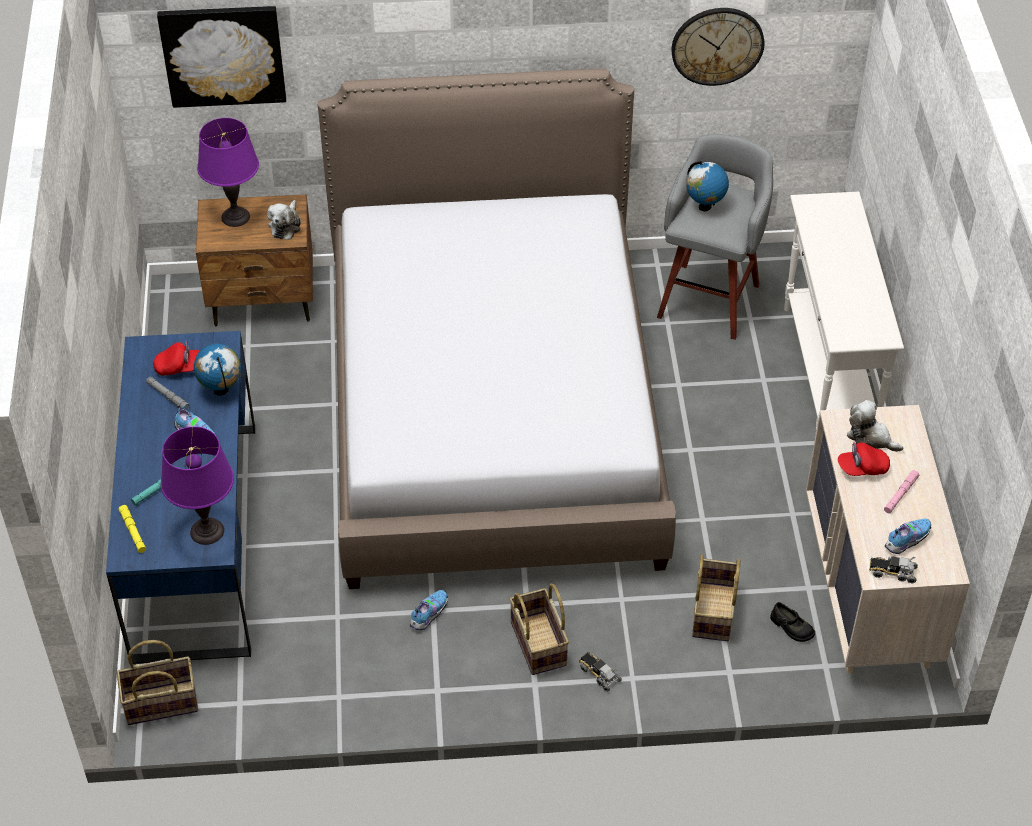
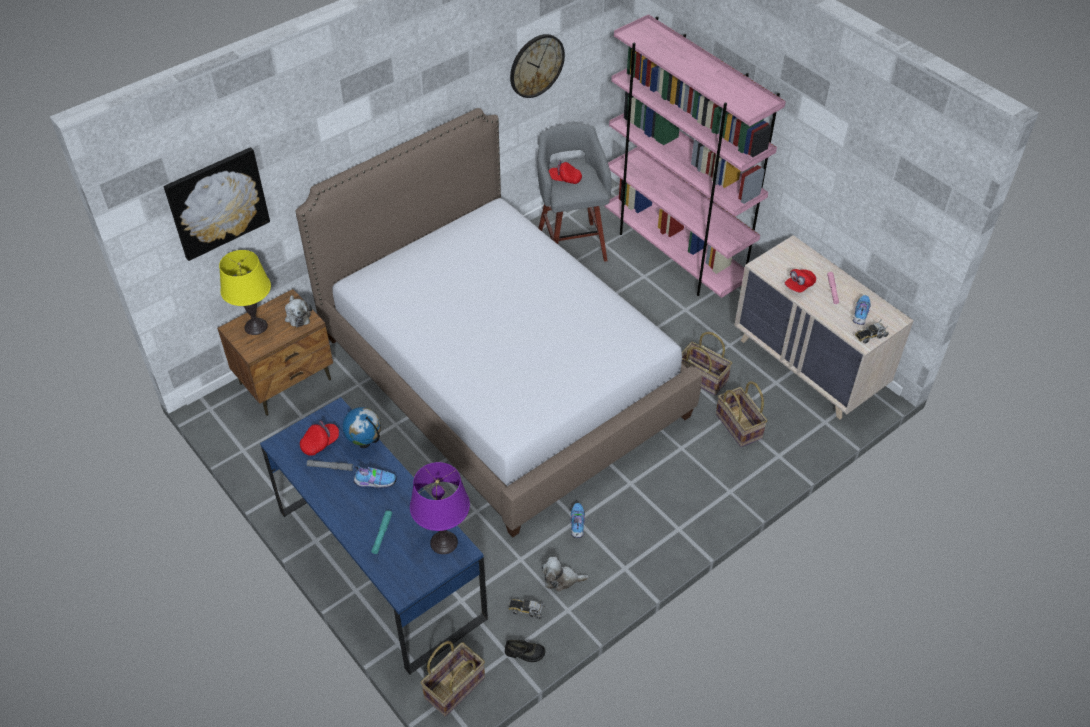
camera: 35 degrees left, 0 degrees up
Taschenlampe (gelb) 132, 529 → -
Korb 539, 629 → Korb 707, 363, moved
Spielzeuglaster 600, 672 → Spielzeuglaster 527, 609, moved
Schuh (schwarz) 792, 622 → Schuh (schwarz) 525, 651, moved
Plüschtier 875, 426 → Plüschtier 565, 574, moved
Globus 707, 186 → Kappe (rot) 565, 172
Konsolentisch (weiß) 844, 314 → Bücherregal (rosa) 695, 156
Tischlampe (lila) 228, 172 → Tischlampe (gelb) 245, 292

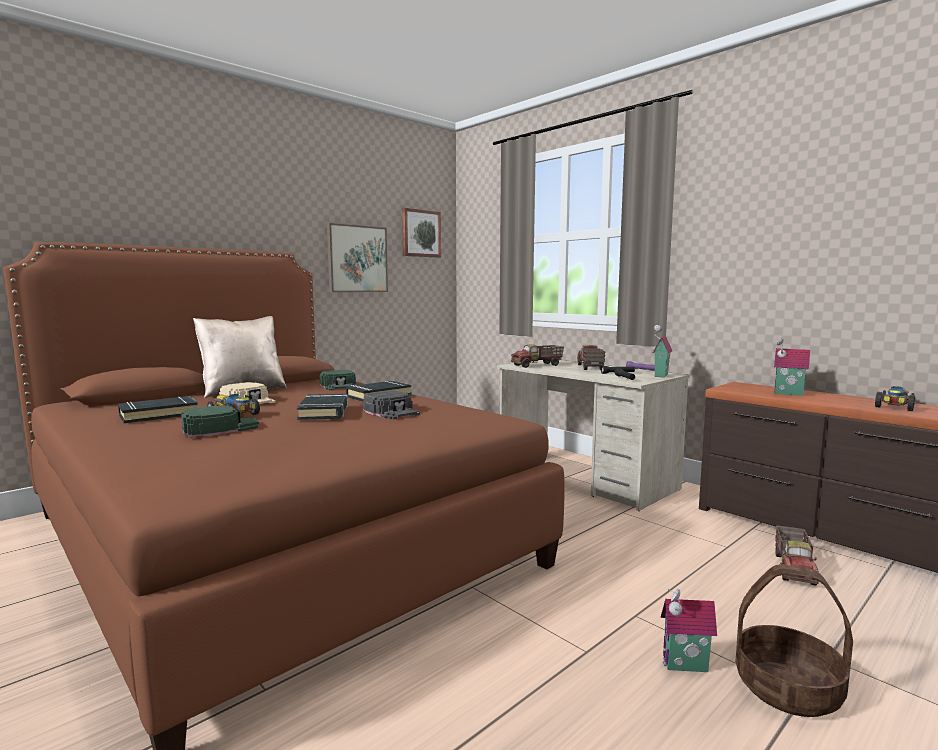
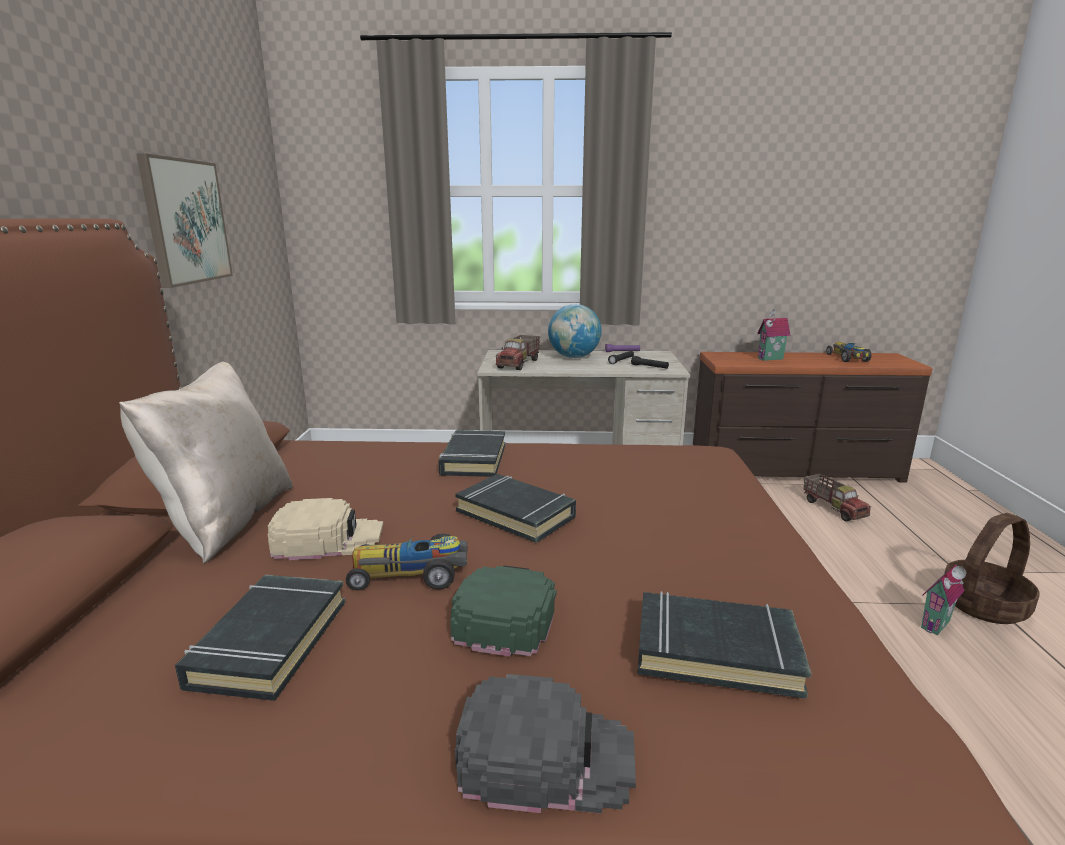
camera: 45 degrees left, 10 degrees up
Kappe (grün) 338, 380 → -
Bild 421, 233 → -
Spielzeughaus 662, 351 → -
- → Buch (schwarz) 724, 645
Kappe (schwarz) 391, 404 → Kappe (schwarz) 545, 744, moved
Spielzeuglaster 591, 357 → Globus 575, 331

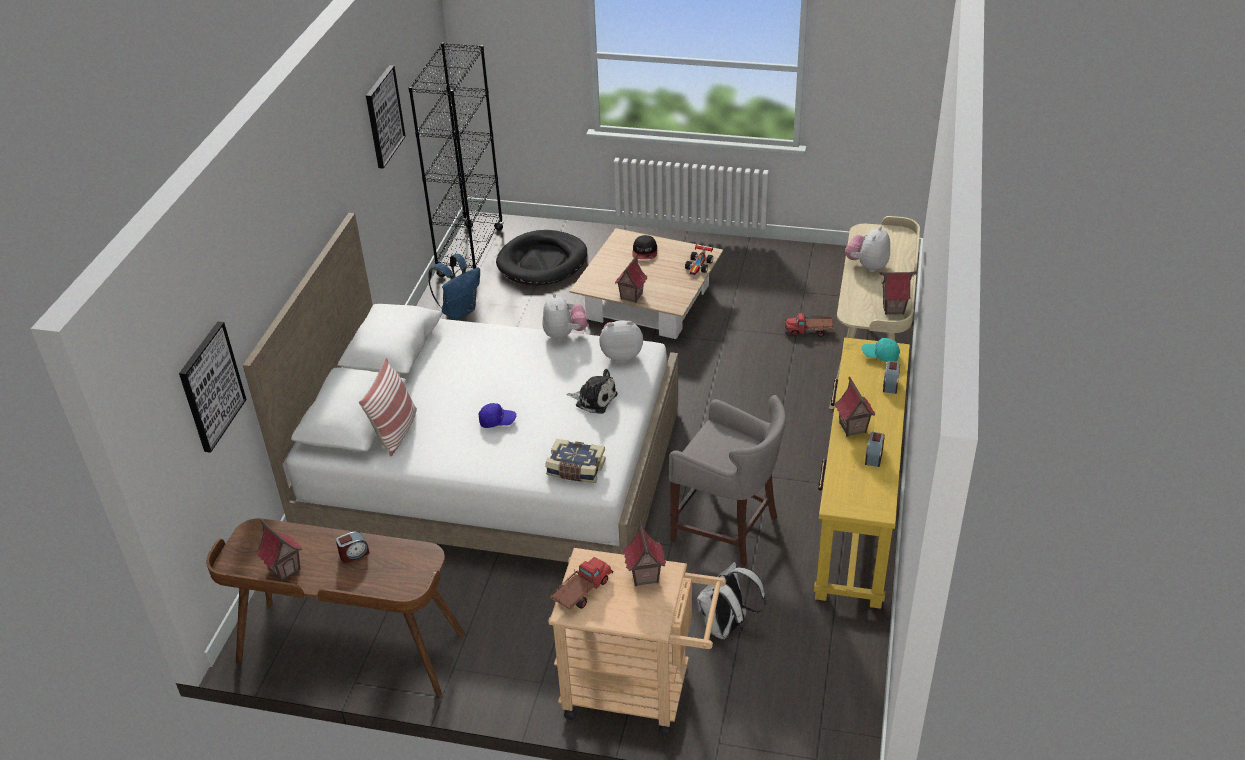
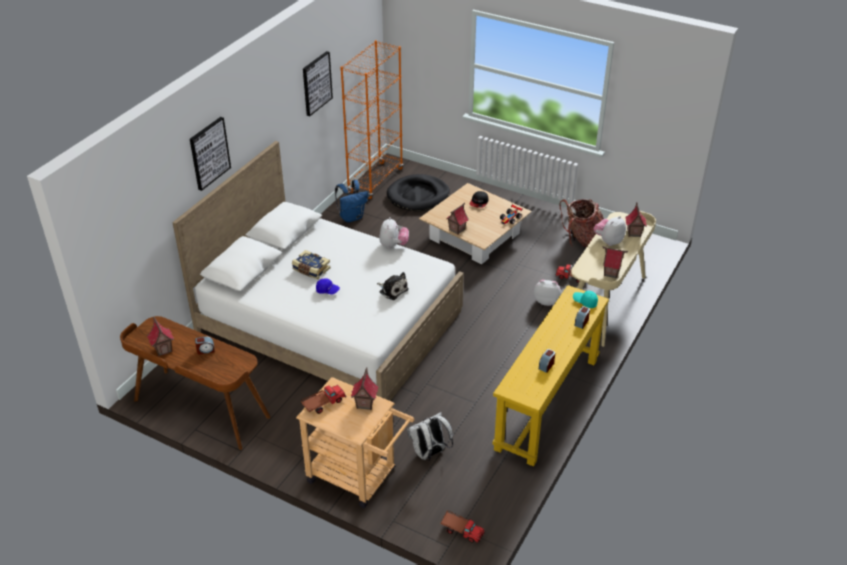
camera: 15 degrees right, 0 degrees up
Kissen 388, 407 → -
Hocker (grau) 727, 480 → -
- → Spielzeuglaster 462, 526
- → Rucksack 581, 223
Bild 212, 387 → Bild 210, 154, moved
Buch 575, 461 → Buch 311, 264, moved
Plüschtier 621, 341 → Plüschtier 547, 293, moved
Spielzeughaus 855, 406 → Spielzeughaus 636, 219, moved
Bücherregal (schwarz) 456, 159 → Bücherregal (orange) 371, 119

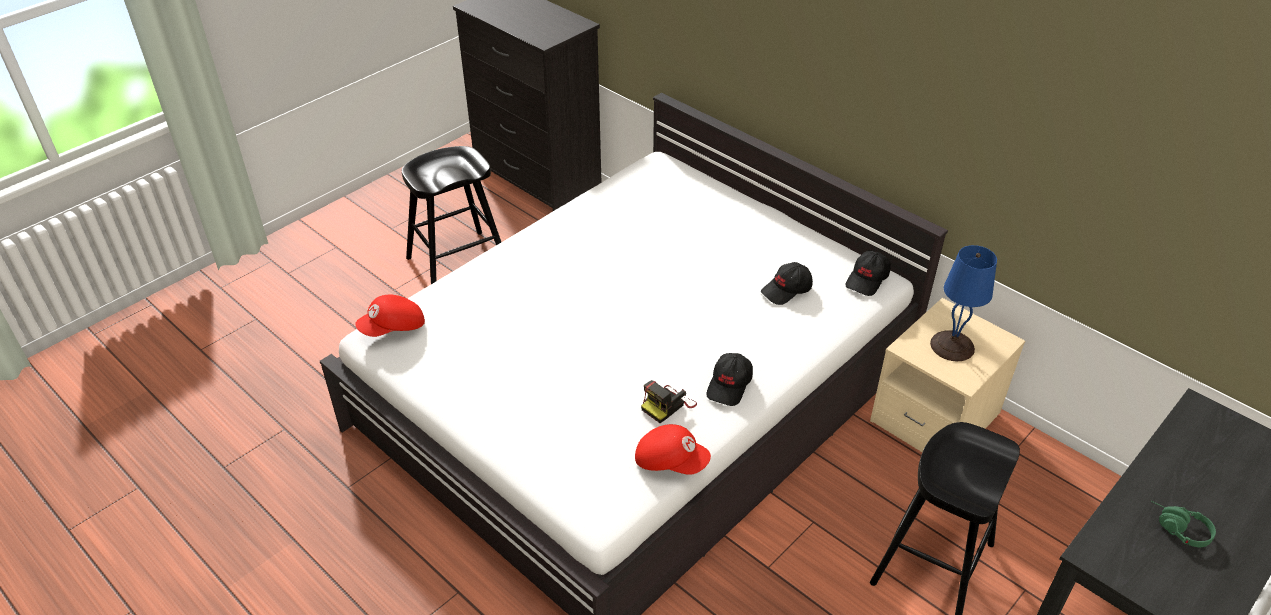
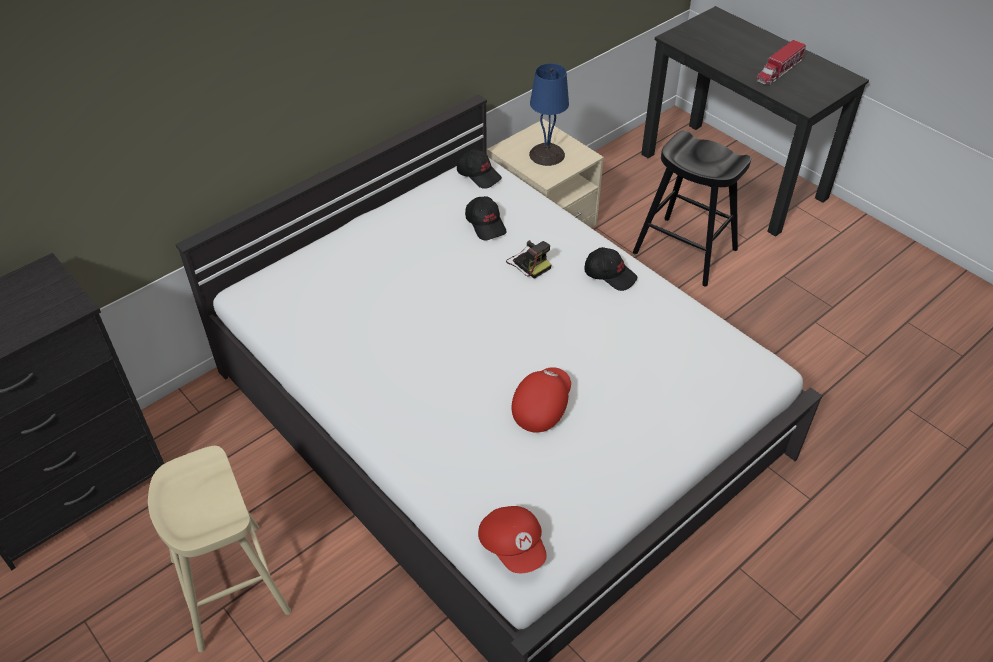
camera: 85 degrees left, 5 degrees up
Kappe (rot) 673, 449 → Kappe (rot) 541, 400, moved
Kamera 669, 401 → Kamera 529, 259, moved
Kopfhörer (grün) 1183, 524 → Spielzeuglaster 781, 63
Hocker (schwarz) 451, 215 → Hocker (beige) 219, 549

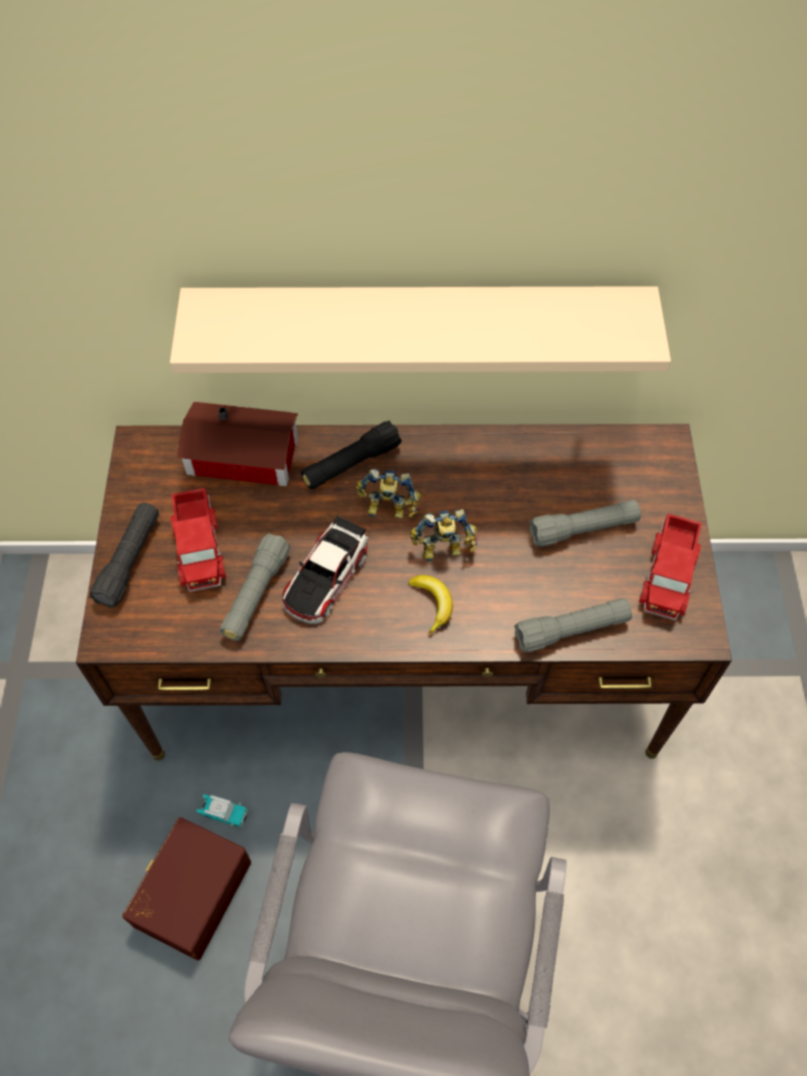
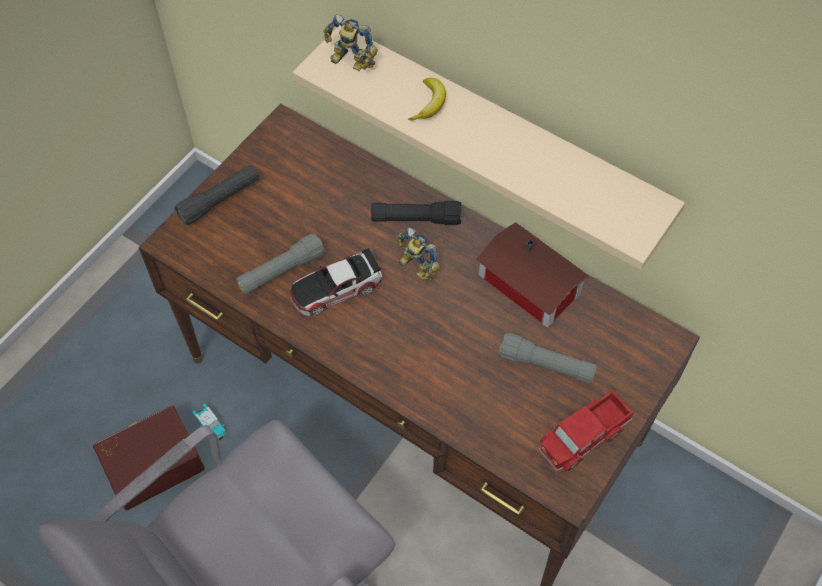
camera: 35 degrees right, 0 degrees up
Spielzeuglaster 198, 540 → -
Taschenlampe (grau) 573, 625 → -
Spielzeughaus 237, 444 → Spielzeughaus 532, 275, moved
Banane 431, 604 → Banane 427, 99, moved
Spielzeugroboter 443, 535 → Spielzeugroboter 350, 42, moved

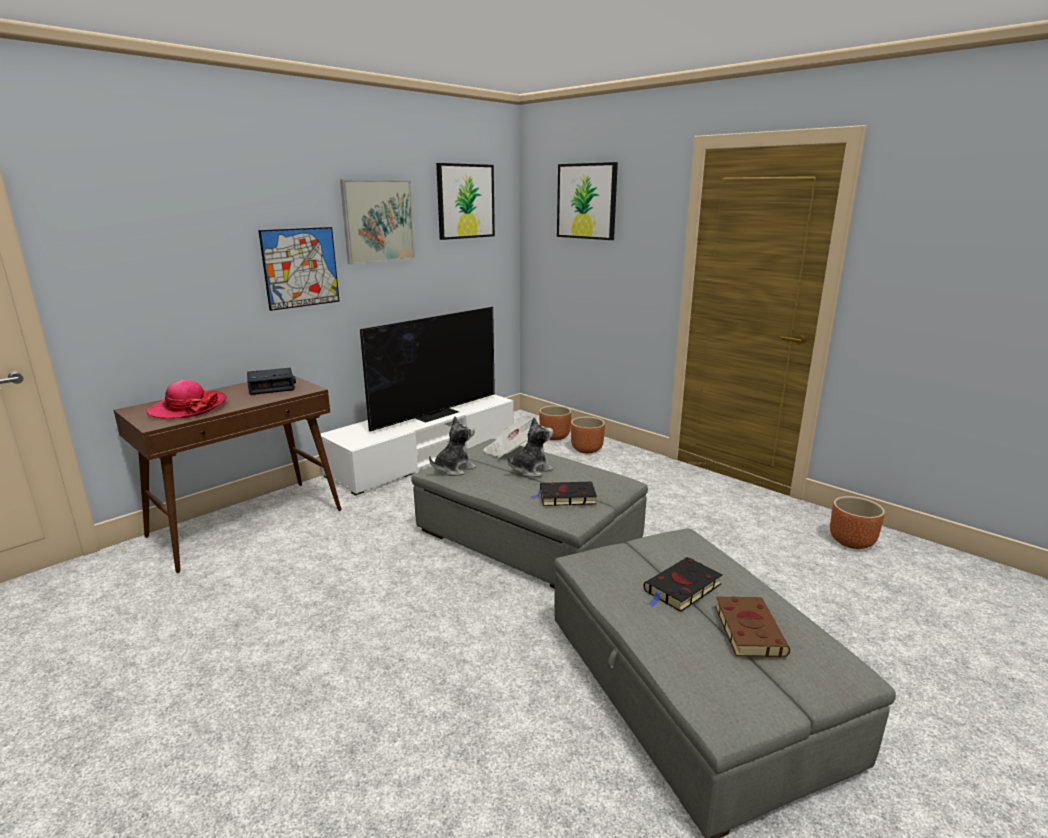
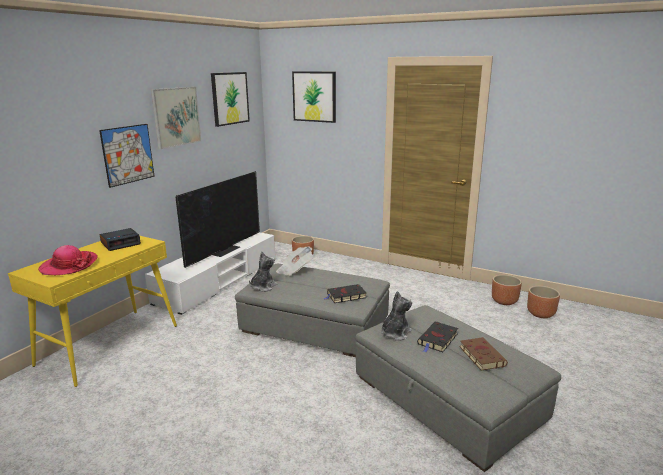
camera: 15 degrees left, 0 degrees up
Plüschtier 530, 447 → Plüschtier 396, 316, moved
Pflanzkübel (braun) 588, 435 → Pflanzkübel (braun) 543, 302, moved
Konsolentisch (braun) 227, 474 → Konsolentisch (gelb) 92, 311

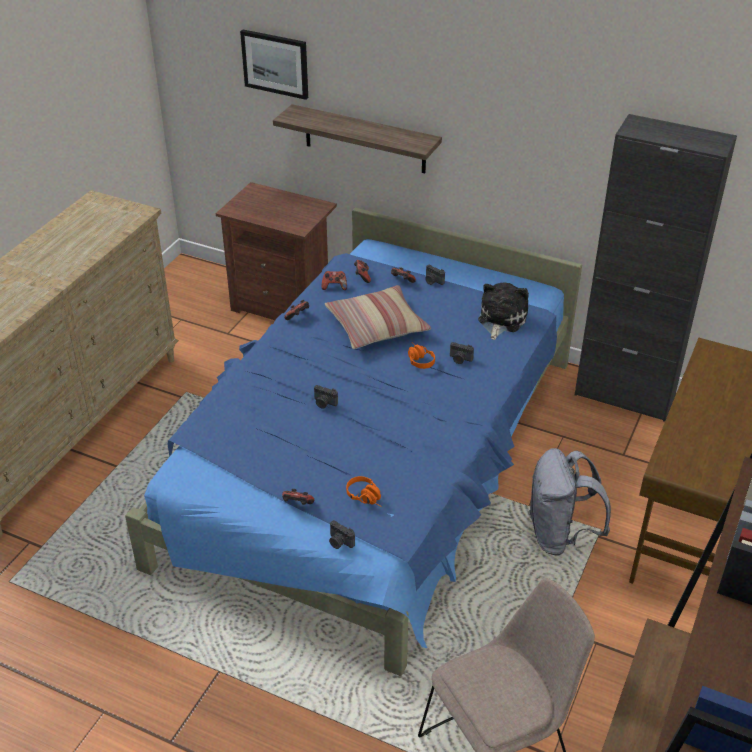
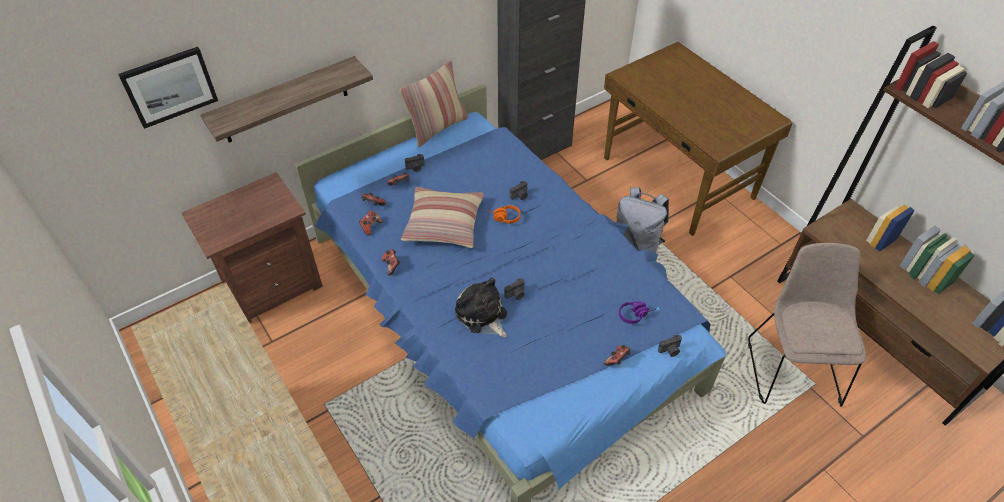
camera: 60 degrees left, 10 degrees up
- → Kissen 433, 104
Plüschtier 503, 311 → Plüschtier 481, 307, moved
Kopfhörer (orange) 364, 491 → Kopfhörer (lila) 637, 312

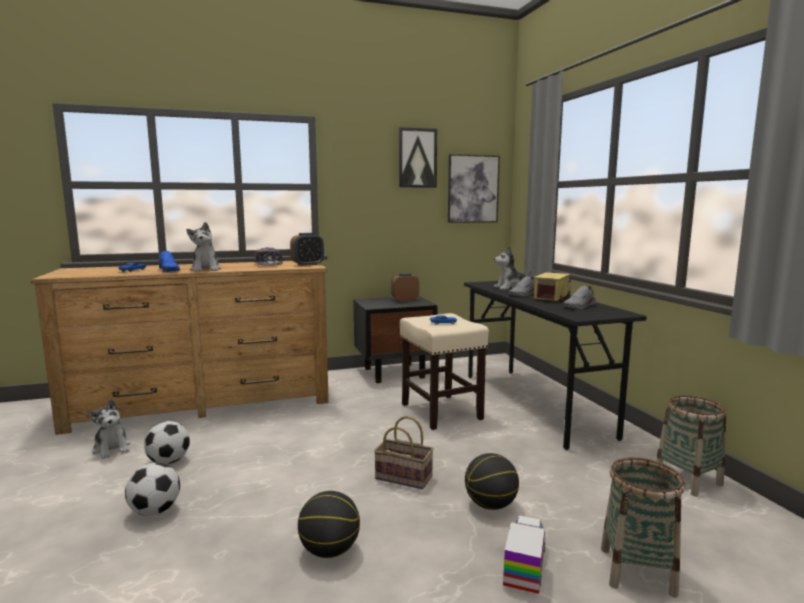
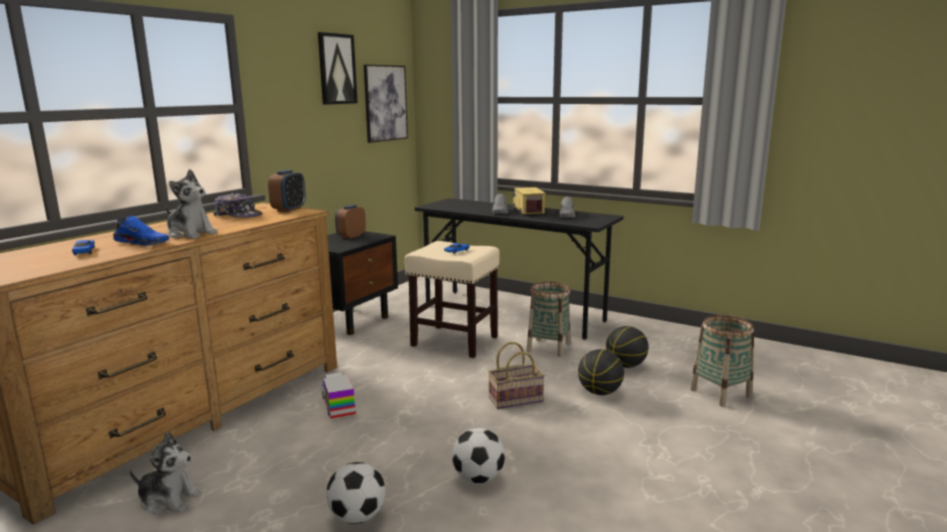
camera: 40 degrees left, 5 degrees up
Plüschtier 512, 268 → -
Fußball 167, 442 → Fußball 478, 455, moved
Basketball 329, 524 → Basketball 627, 347, moved
Spielzeuglaster 524, 554 → Spielzeuglaster 339, 395, moved
Korb 691, 445 → Korb 549, 319, moved

